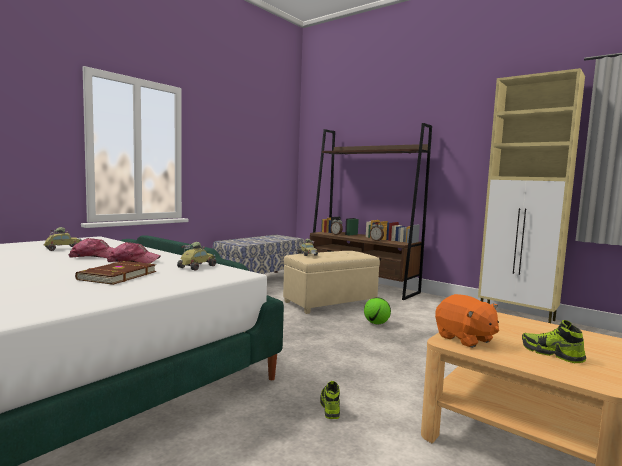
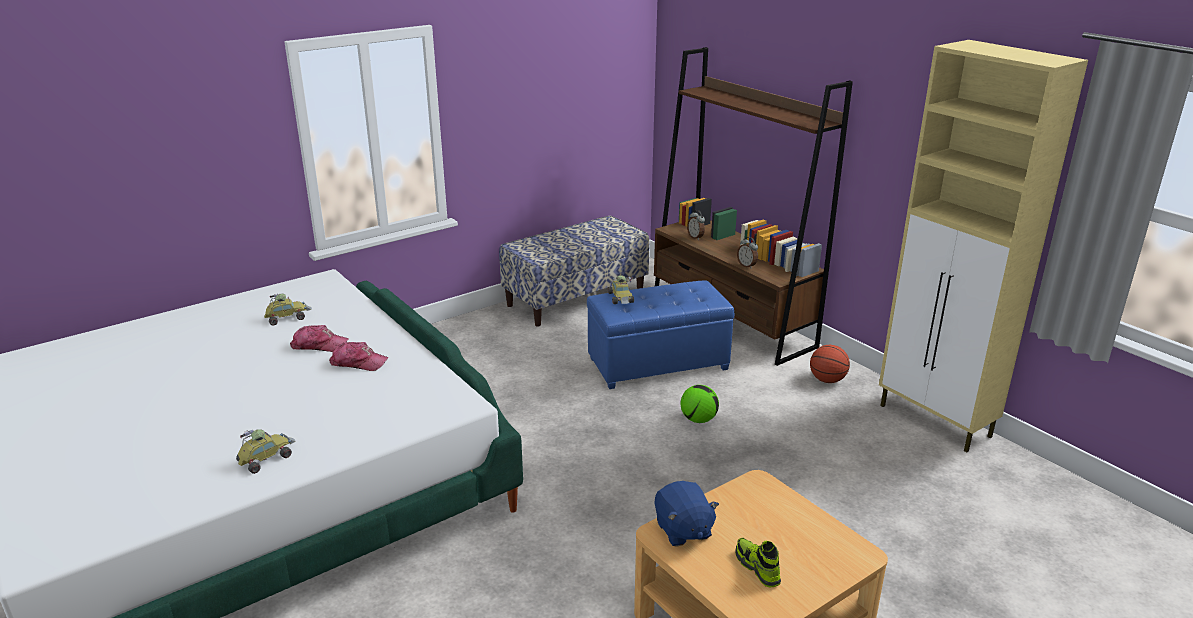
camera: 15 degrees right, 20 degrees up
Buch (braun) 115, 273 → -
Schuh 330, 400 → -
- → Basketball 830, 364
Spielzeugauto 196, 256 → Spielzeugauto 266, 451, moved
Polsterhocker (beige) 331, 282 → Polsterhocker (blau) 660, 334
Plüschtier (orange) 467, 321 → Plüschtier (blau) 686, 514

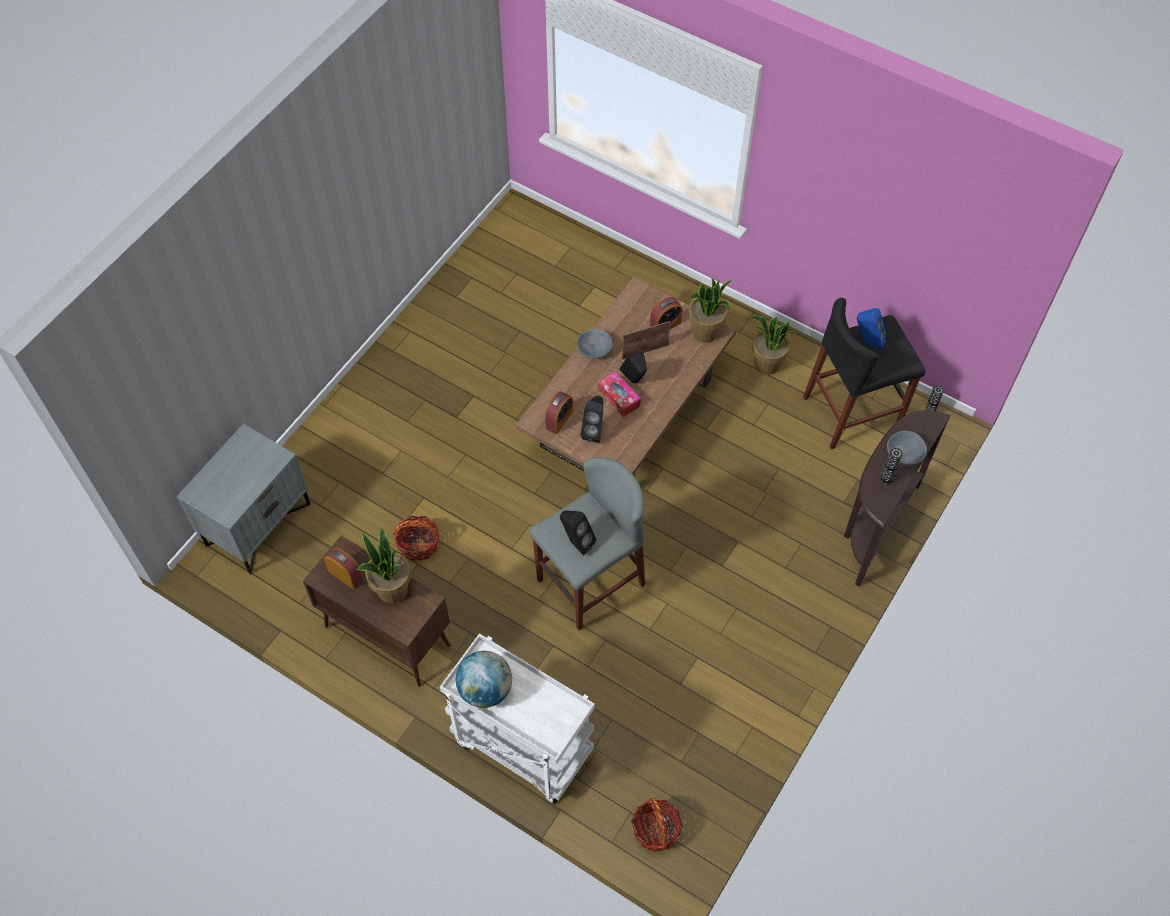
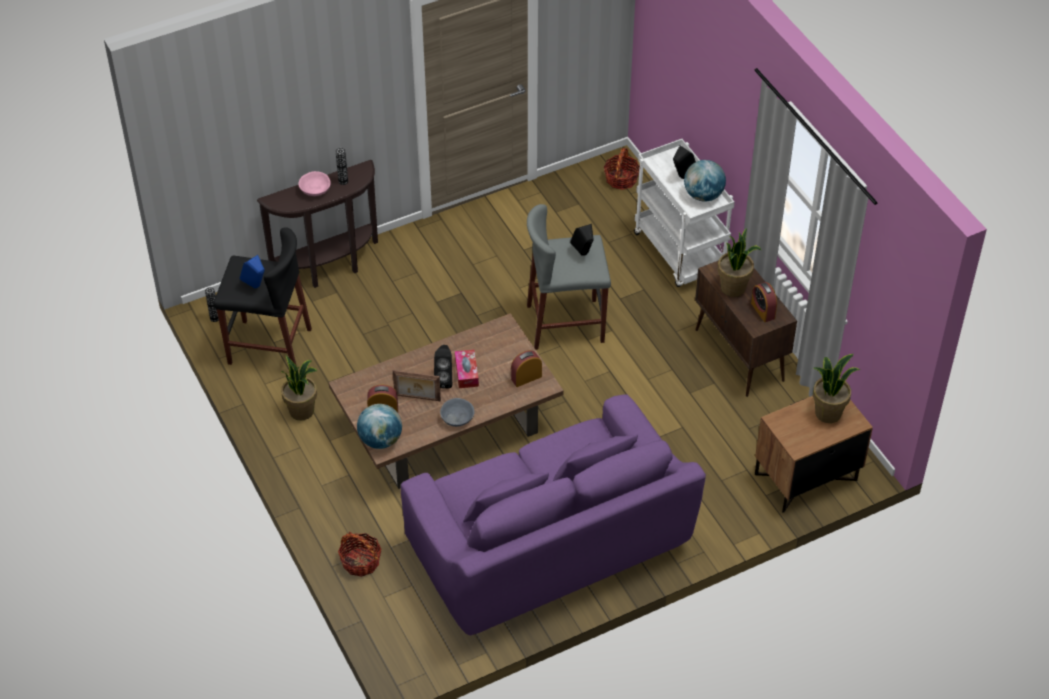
camera: 150 degrees left, 10 degrees down
- → Globus 379, 426
- → Sofa (lila) 553, 514
Korb 416, 539 → Korb 359, 554, moved
Lautsprecher (schwarz) 592, 419 → Lautsprecher (schwarz) 684, 162, moved
Topfpflanze 710, 310 → Topfpflanze 837, 388, moved
Nachttisch (grau) 244, 499 → Nachttisch (braun) 814, 454
Schüssel (grau) 907, 448 → Schüssel (rosa) 315, 183

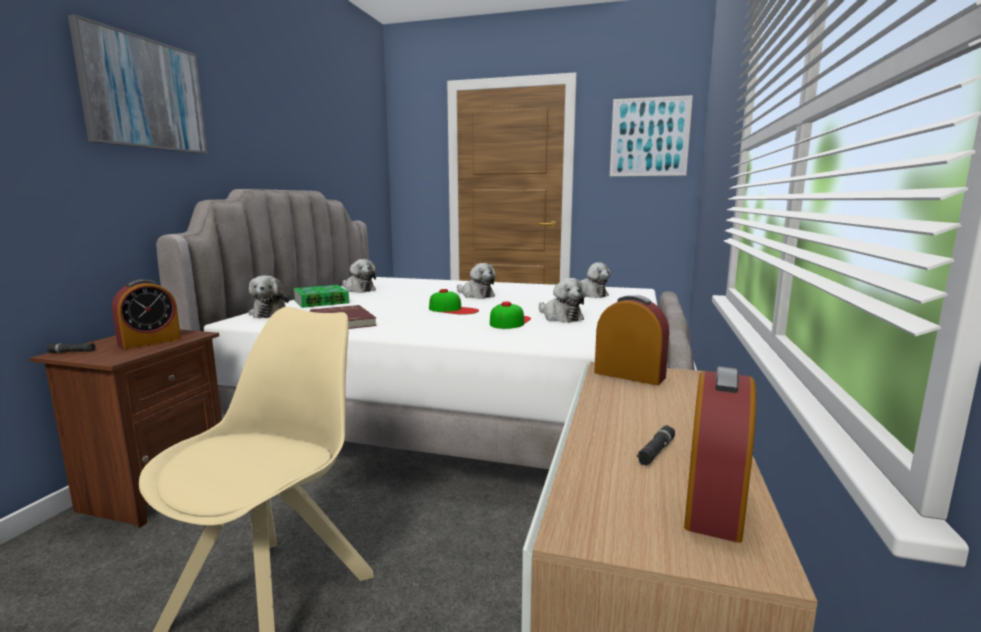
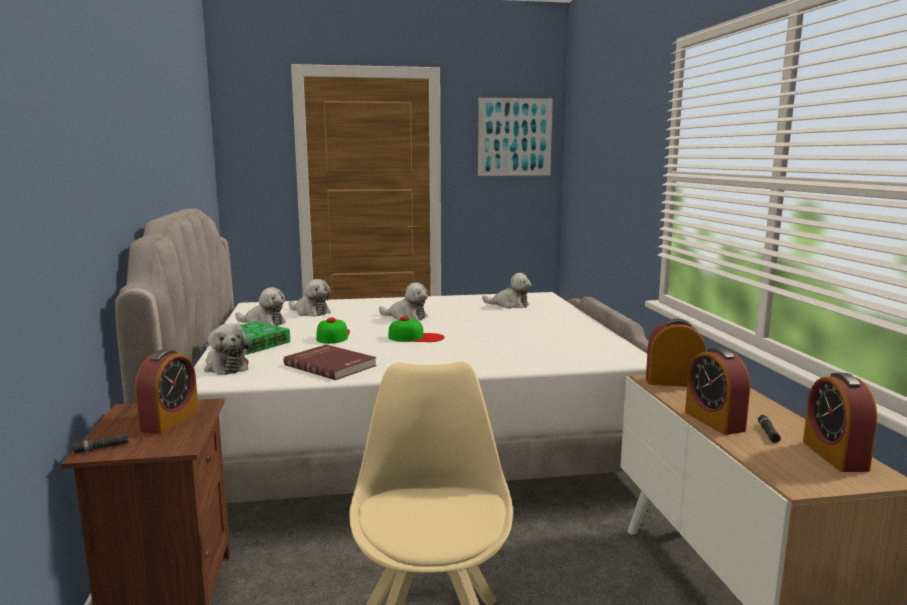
camera: 25 degrees left, 0 degrees up
Bild 137, 84 → -
- → Wecker 717, 391
Kappe 510, 315 → Kappe 333, 331, moved
Plüschtier 562, 300 → Plüschtier 310, 298, moved

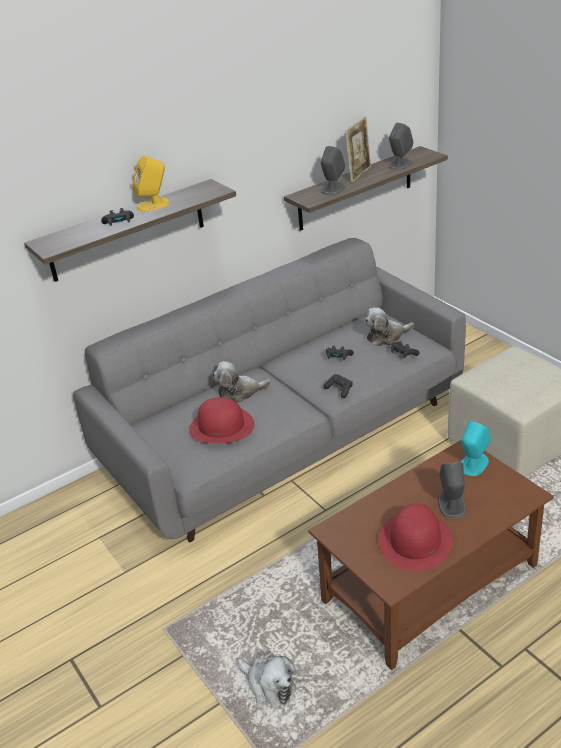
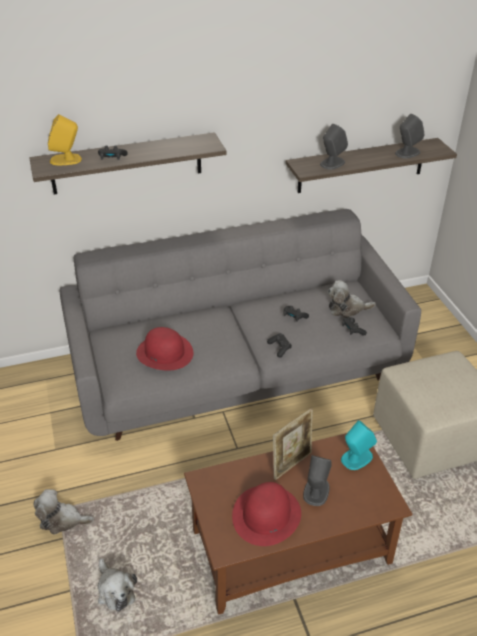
camera: 15 degrees right, 5 degrees up
Lautsprecher (gelb) 151, 183 → Lautsprecher (gelb) 65, 139, moved
Plüschtier 241, 382 → Plüschtier 64, 512, moved
Bilderrahmen 358, 149 → Bilderrahmen 293, 444, moved

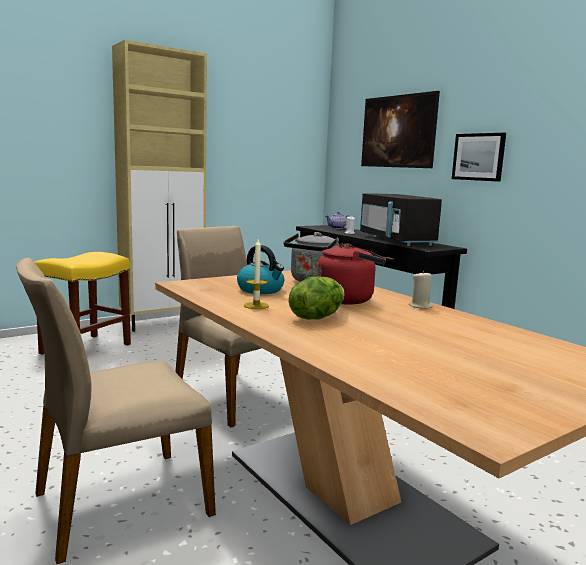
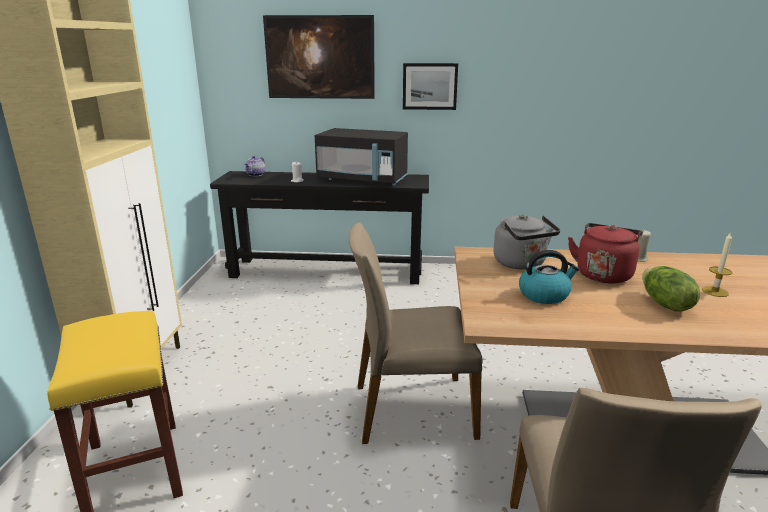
camera: 50 degrees left, 10 degrees up
Kerze 256, 274 → Kerze 717, 264, moved

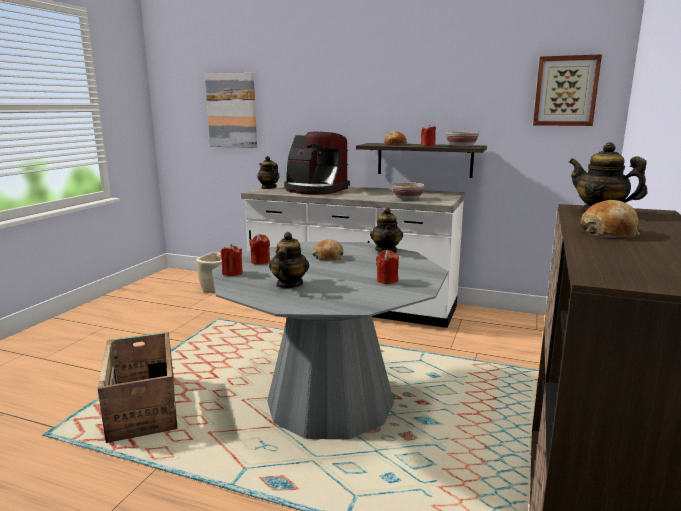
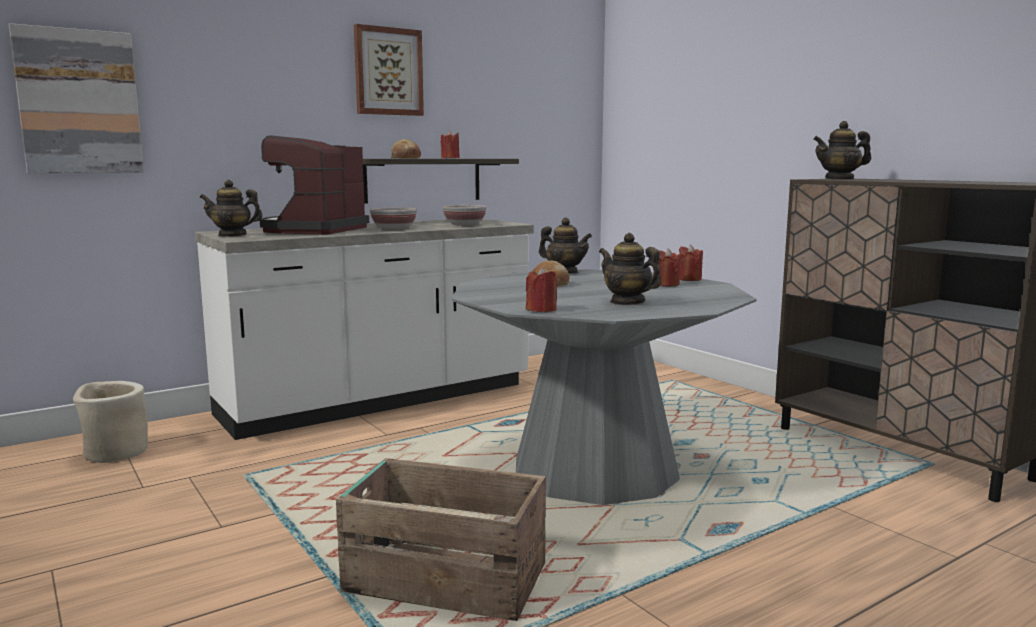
camera: 55 degrees left, 5 degrees down
Brot 610, 219 → -
Kerze (rot) 260, 249 → Kerze (rot) 691, 263, moved
Schüssel 462, 139 → Schüssel 393, 219, moved
Bild 567, 90 → Bild 389, 70, moved
Kaffeemaschine 317, 163 → Kaffeemaschine 314, 185, 135 degrees clockwise

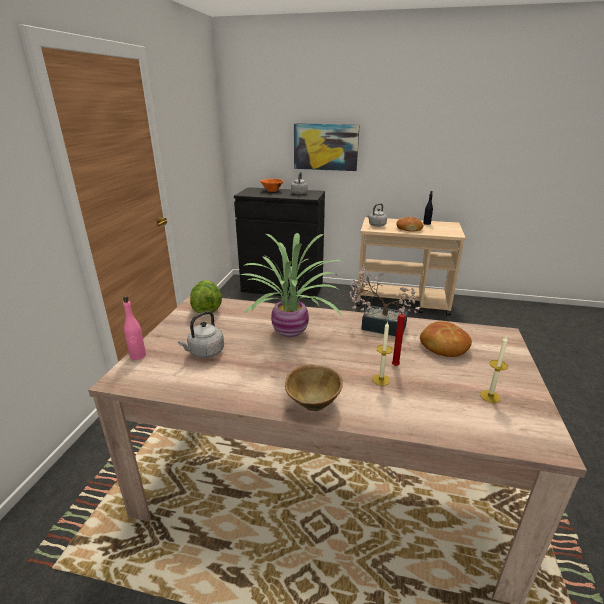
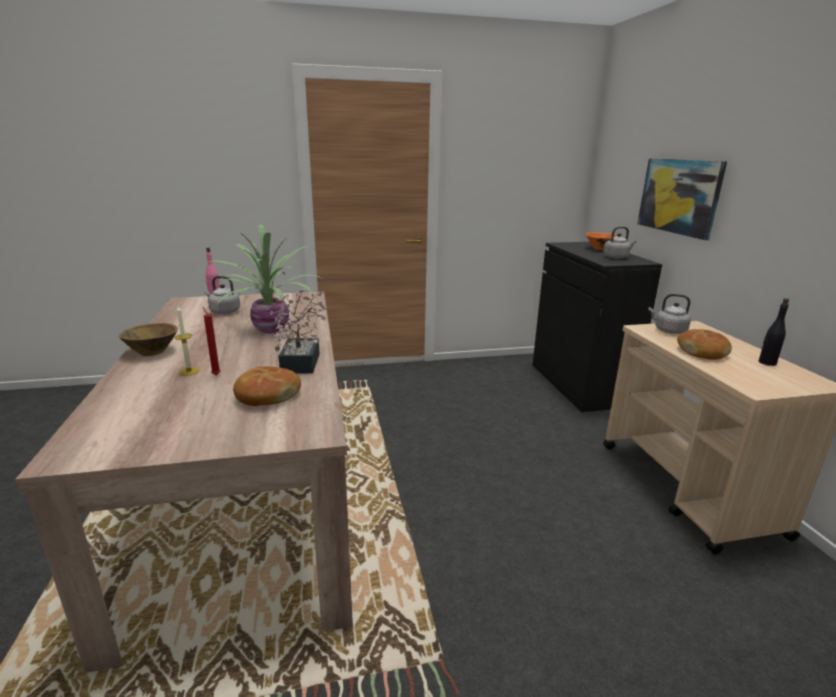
camera: 65 degrees right, 5 degrees down
Salatkopf 206, 296 → -
Kerze 494, 369 → -

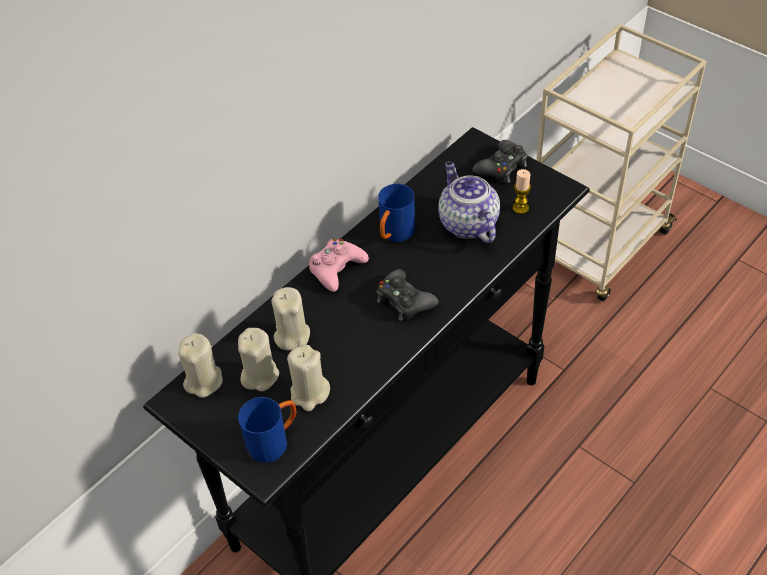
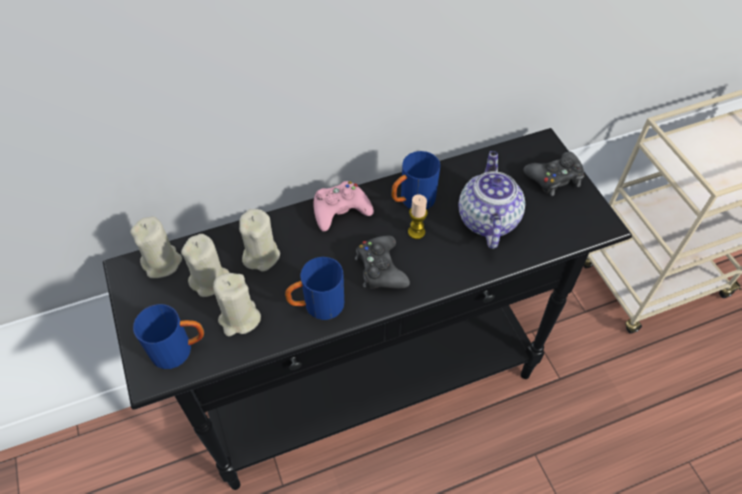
camera: 25 degrees right, 5 degrees up
- → Henkelbecher (blau) 314, 288
Kerze 522, 191 → Kerze 418, 217, moved

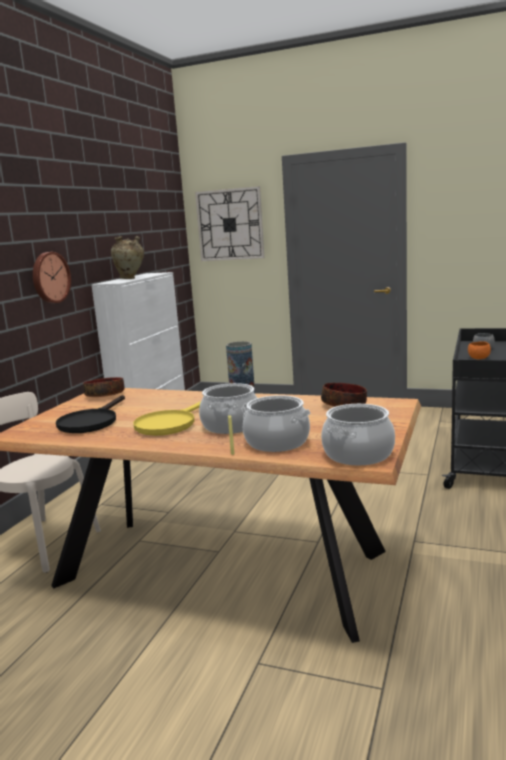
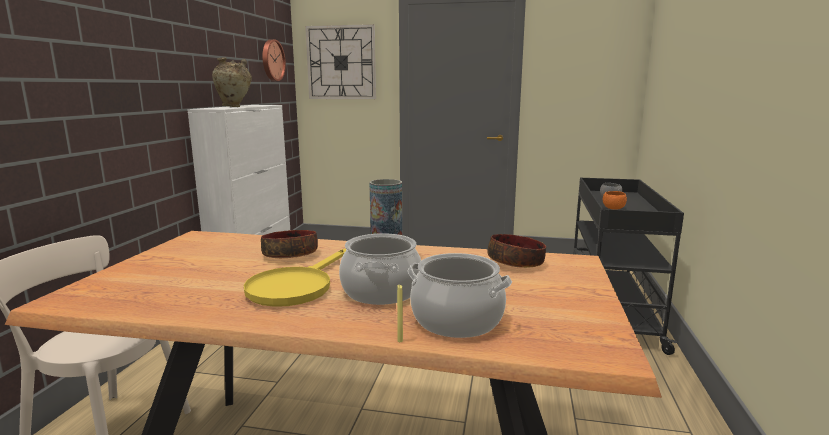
camera: 10 degrees left, 0 degrees up
Pfanne (schwarz) 90, 414 → -
Kochtopf 358, 434 → -
Wanduhr 52, 277 → Wanduhr 274, 60, moved
Schüssel 103, 387 → Schüssel 289, 244, moved

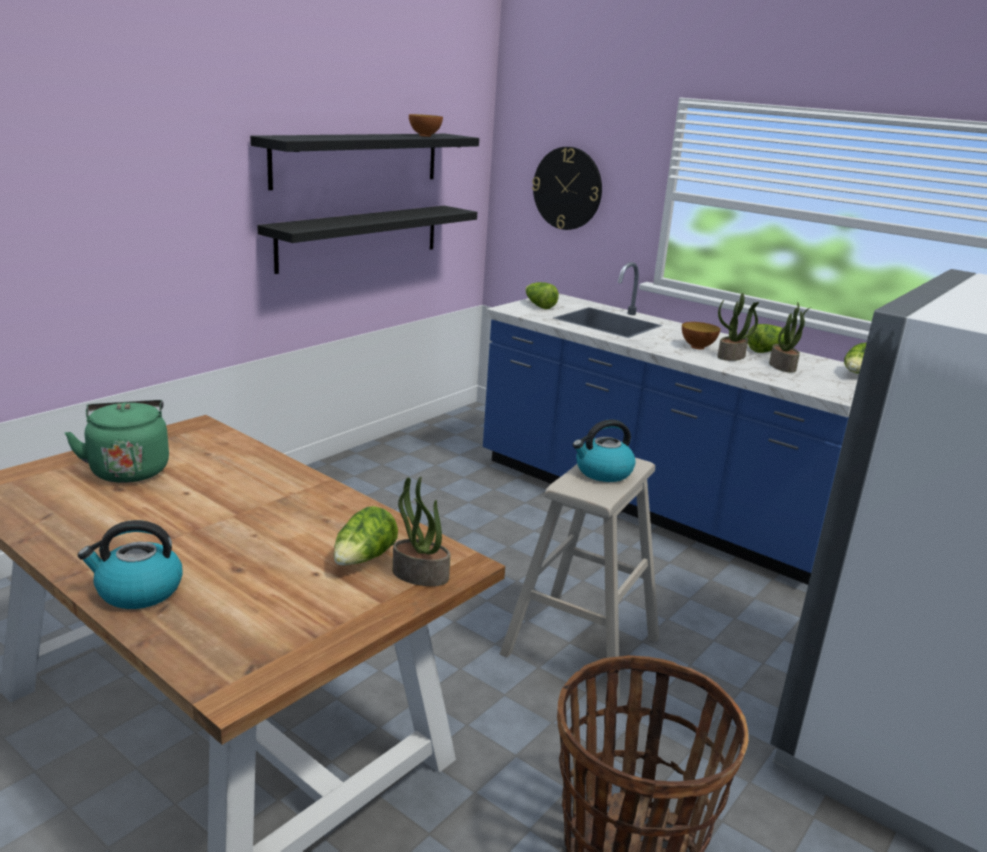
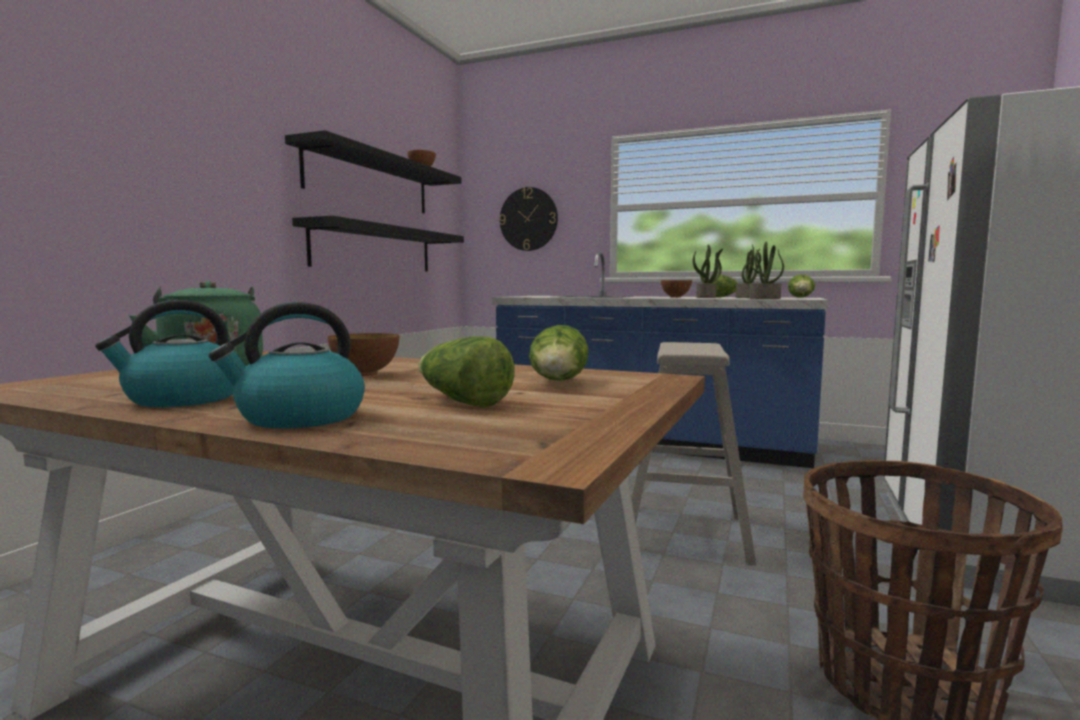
camera: 15 degrees left, 15 degrees down
- → Schüssel 363, 354
Topfpflanze 421, 531 → Topfpflanze 766, 270, moved
Salatkopf 542, 295 → Salatkopf 466, 372, moved
Wasserkessel 604, 450 → Wasserkessel 164, 353, moved

